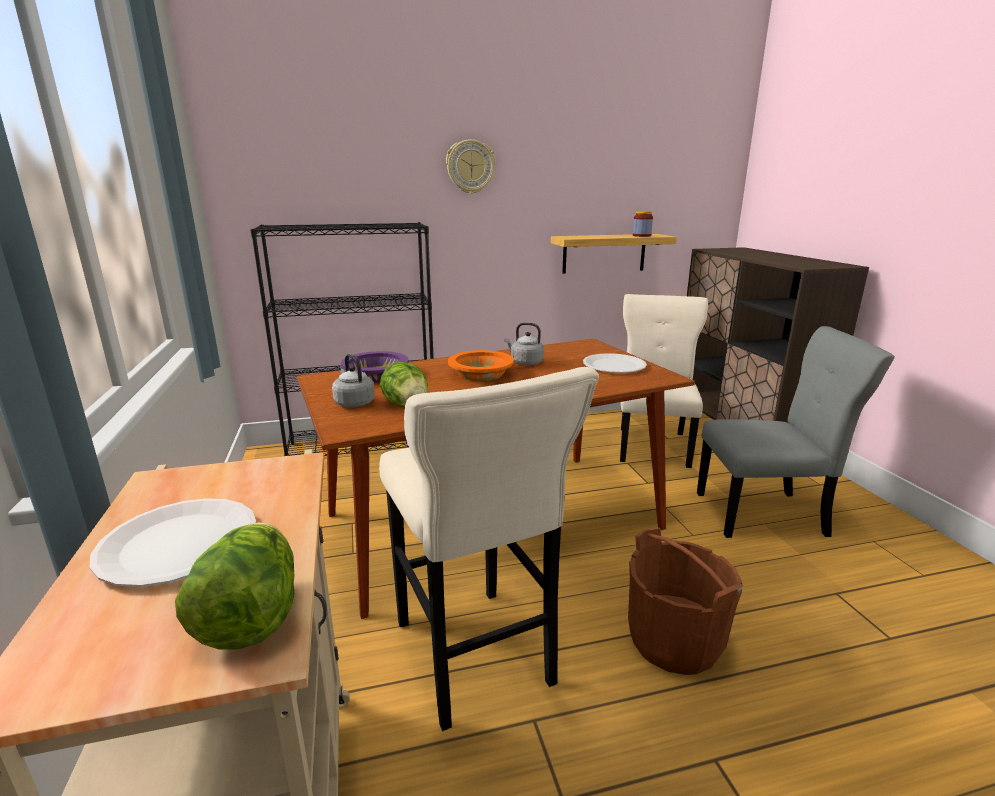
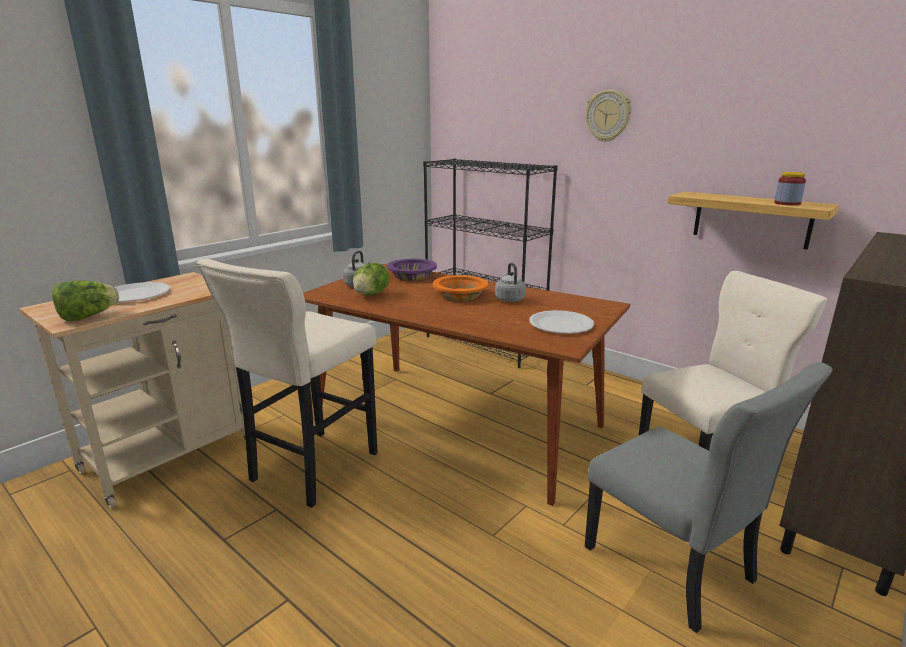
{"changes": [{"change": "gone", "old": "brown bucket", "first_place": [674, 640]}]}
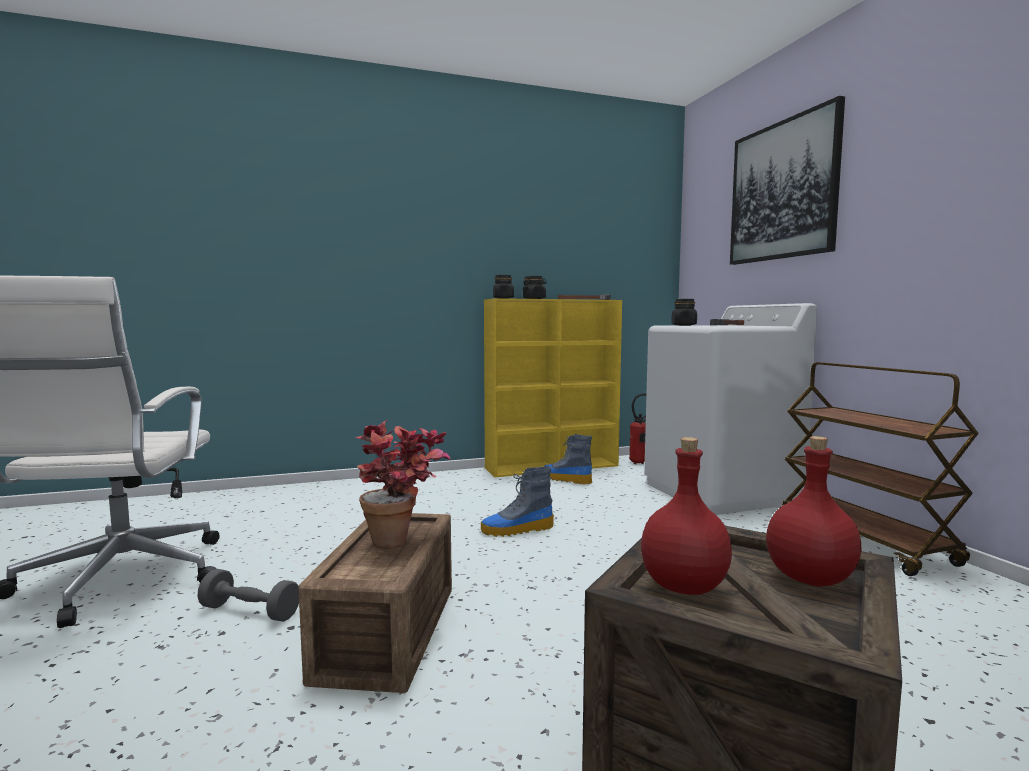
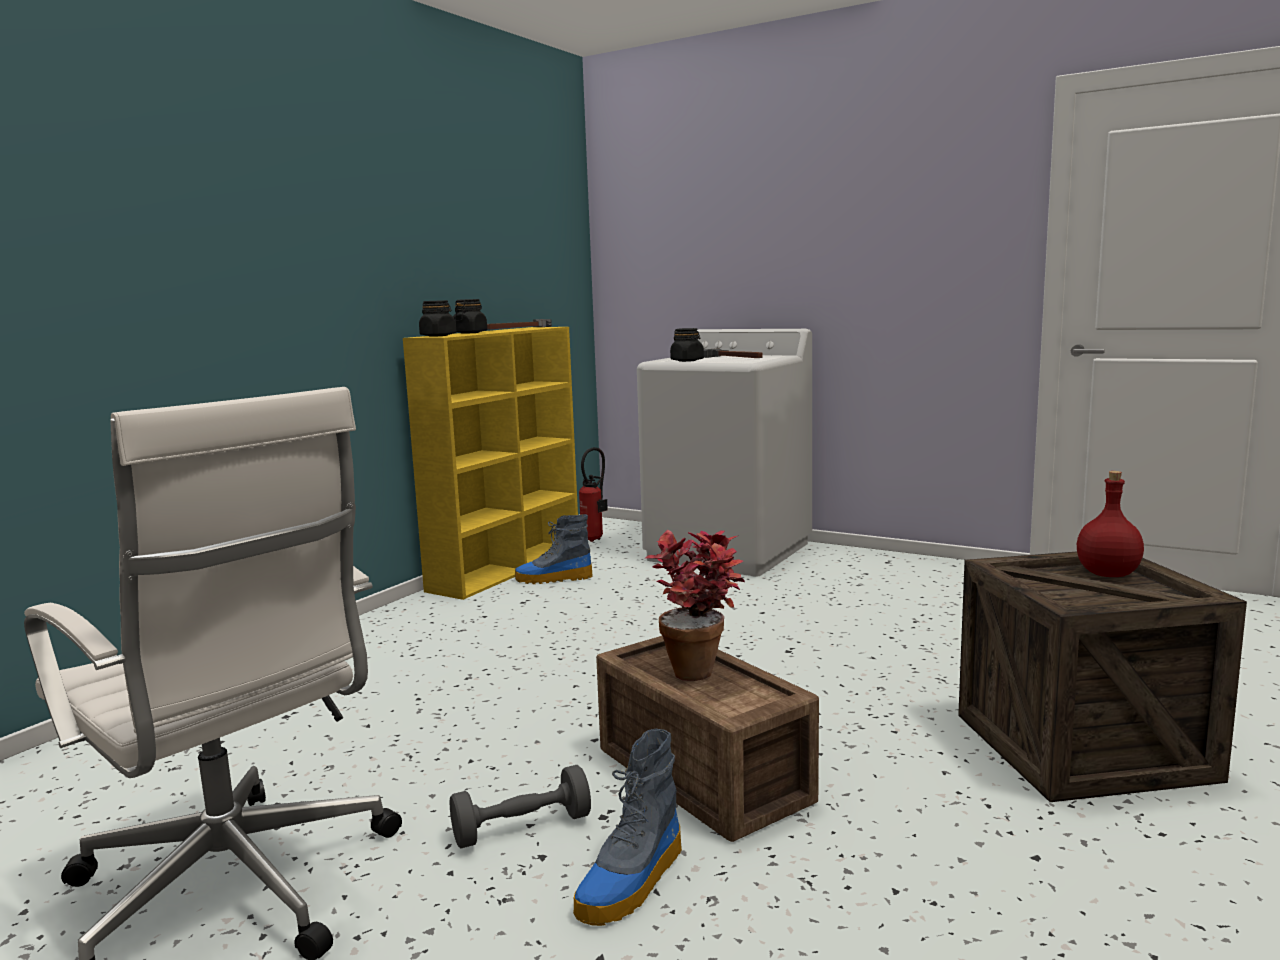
{"changes": [{"change": "gone", "old": "wall art", "first_place": [782, 191]}, {"change": "gone", "old": "brown trolley", "first_place": [864, 541]}, {"change": "gone", "old": "reddish drink bottle", "first_place": [683, 587]}, {"change": "shifted", "old": "tall boot", "first_place": [517, 530], "second_place": [632, 882]}]}
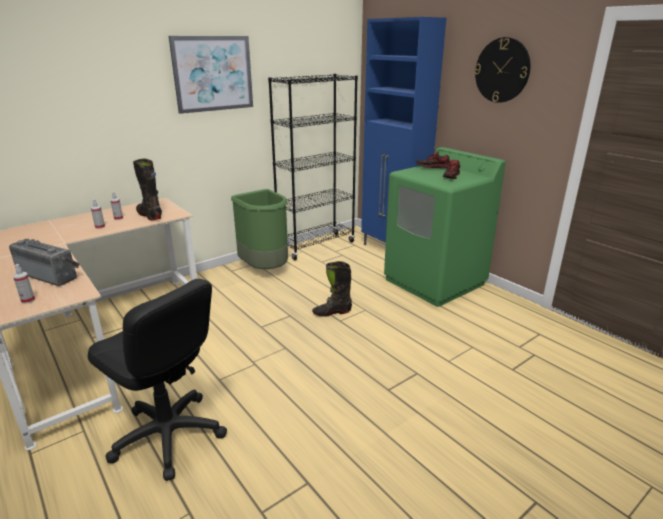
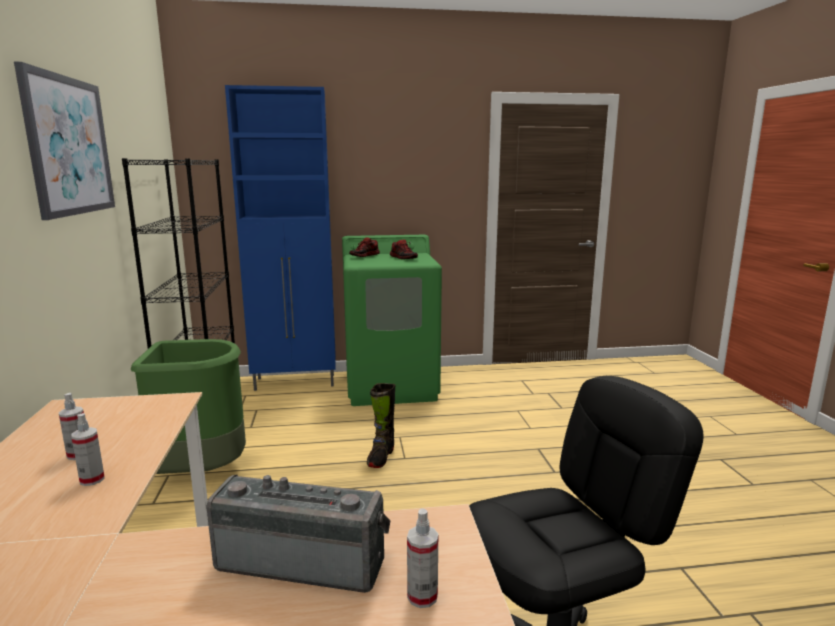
{"changes": [{"change": "gone", "old": "wall clock", "first_place": [502, 70]}, {"change": "gone", "old": "black-coloured tall boot", "first_place": [150, 215]}, {"change": "rotated", "old": "radio receiver", "first_place": [50, 274], "second_place": [304, 559], "degrees": 45}]}
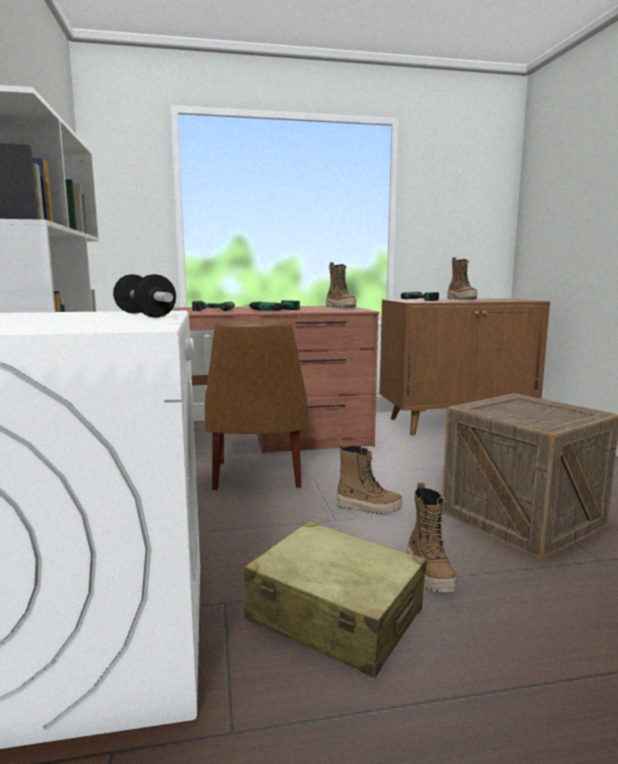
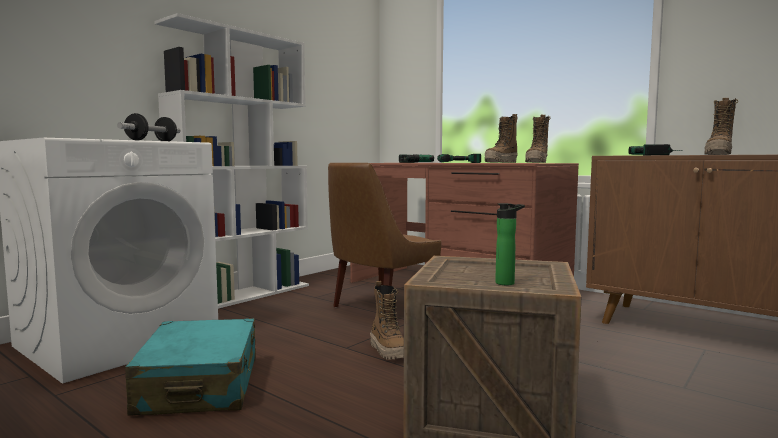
{"changes": [{"change": "shifted", "old": "tall boot", "first_place": [430, 574], "second_place": [501, 162]}, {"change": "repainted", "old": "beige-coloured travel case", "new": "turquoise travel case", "first_place": [335, 615], "second_place": [200, 386]}, {"change": "new", "new": "drink bottle", "second_place": [507, 283]}]}
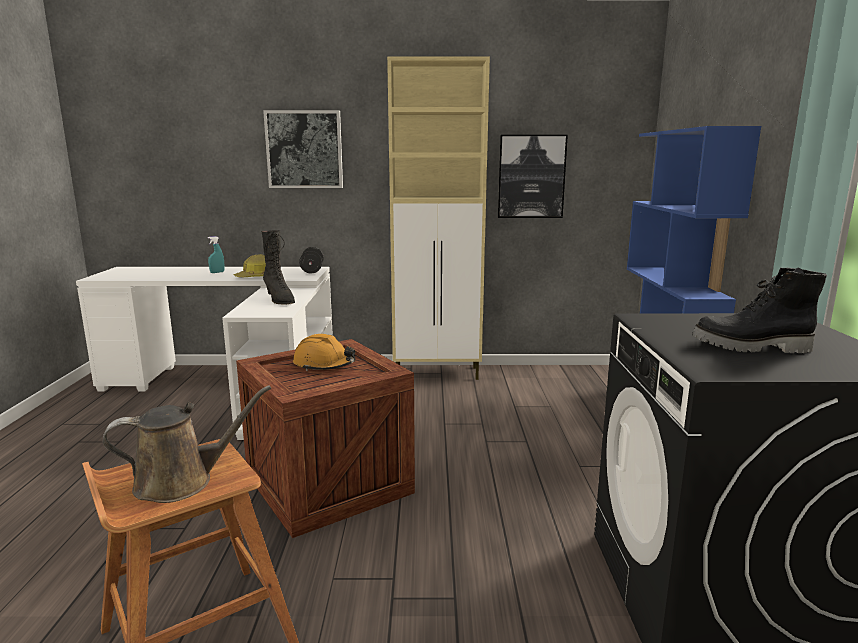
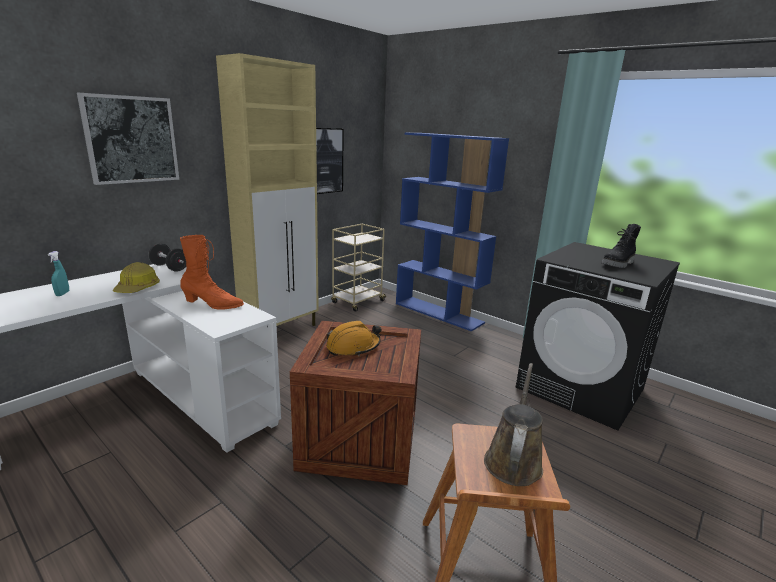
{"changes": [{"change": "repainted", "old": "black-coloured tall boot", "new": "orange tall boot", "first_place": [279, 300], "second_place": [213, 305]}, {"change": "new", "new": "beige-coloured trolley", "second_place": [357, 302]}]}
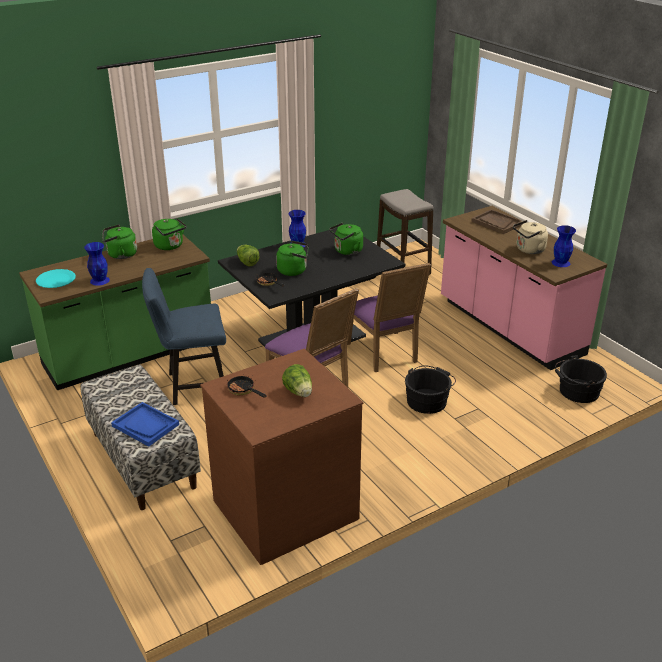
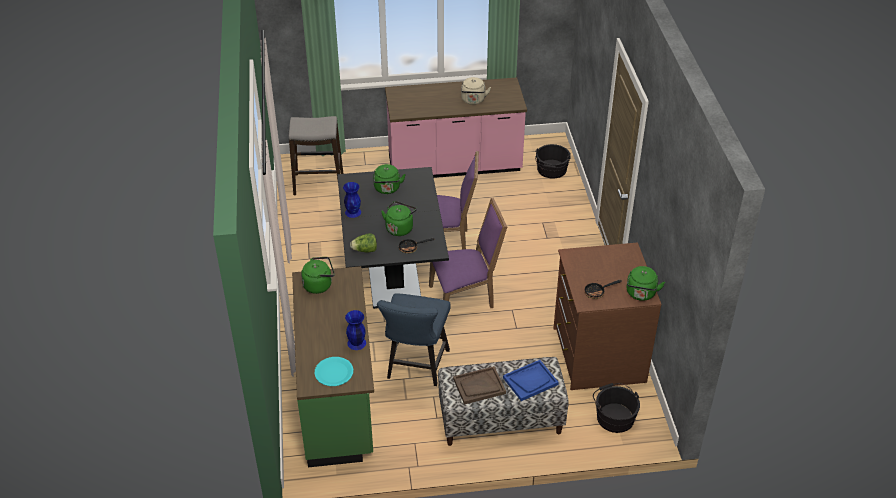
{"changes": [{"change": "shifted", "old": "brown carrying tray", "first_place": [496, 223], "second_place": [479, 386]}, {"change": "shifted", "old": "green-coloured tea kettle", "first_place": [120, 255], "second_place": [641, 294]}, {"change": "gone", "old": "bluish decorative vase", "first_place": [561, 263]}, {"change": "gone", "old": "lettuce", "first_place": [299, 392]}, {"change": "shifted", "old": "black-coloured bucket", "first_place": [428, 400], "second_place": [614, 416]}]}
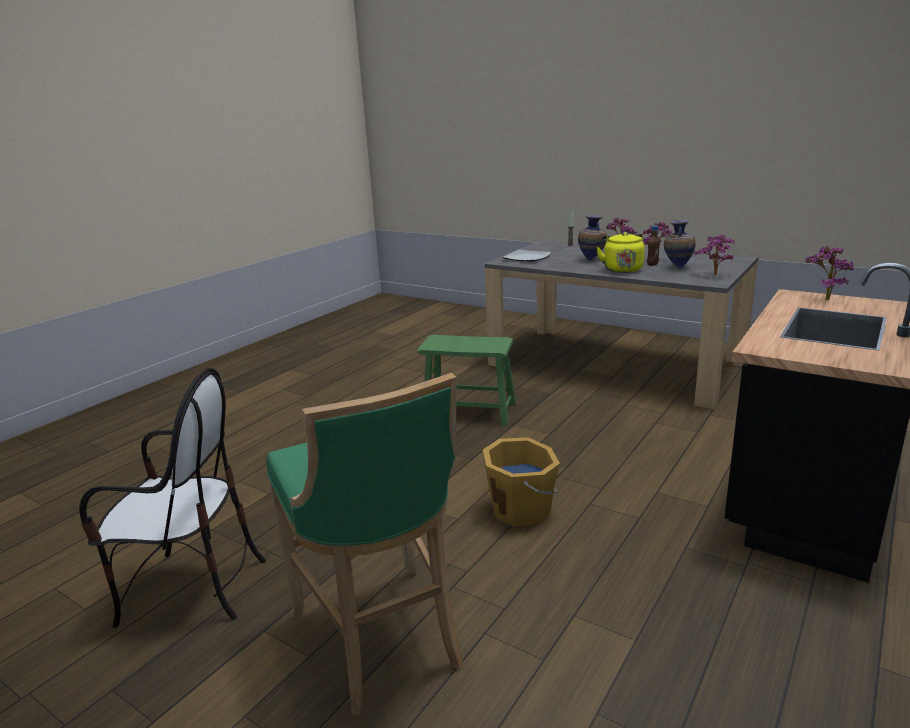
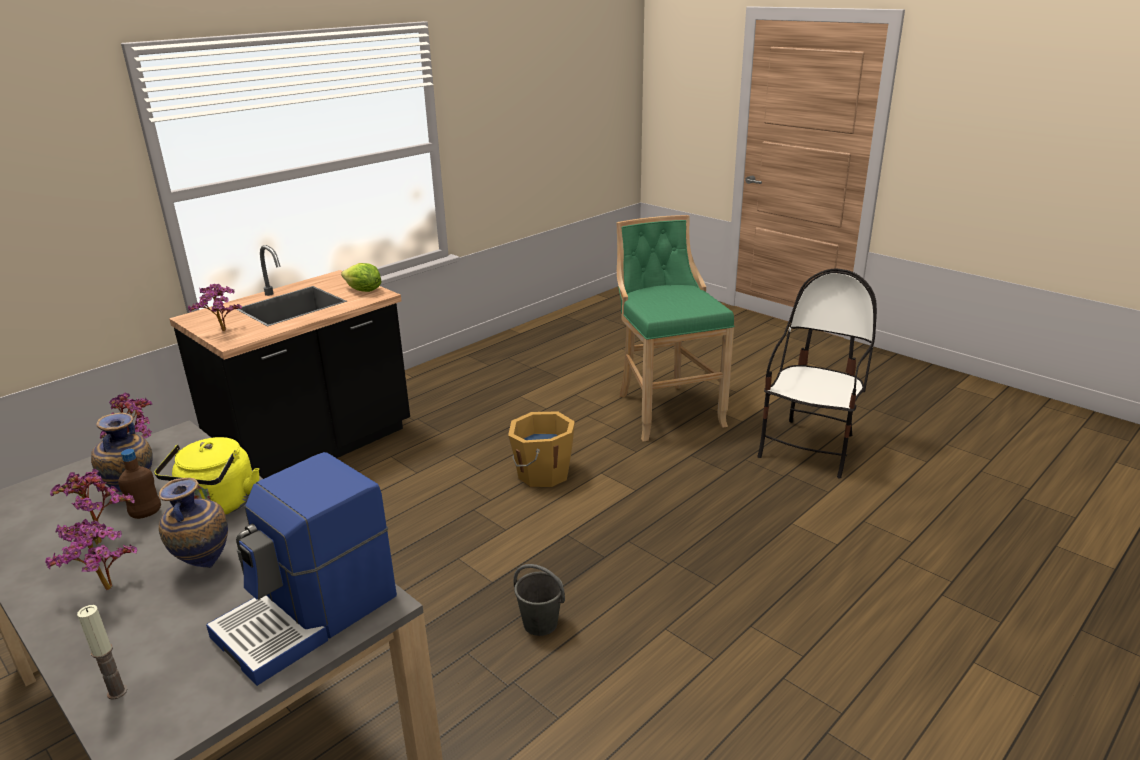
{"changes": [{"change": "swapped", "old": "dinner plate", "new": "coffee machine", "first_place": [526, 258], "second_place": [309, 616]}, {"change": "swapped", "old": "green-coloured stool seat", "new": "grey bucket", "first_place": [469, 411], "second_place": [539, 623]}, {"change": "rotated", "old": "plain chair", "first_place": [192, 589], "second_place": [809, 448], "degrees": 105}, {"change": "new", "new": "lettuce", "second_place": [363, 291]}]}
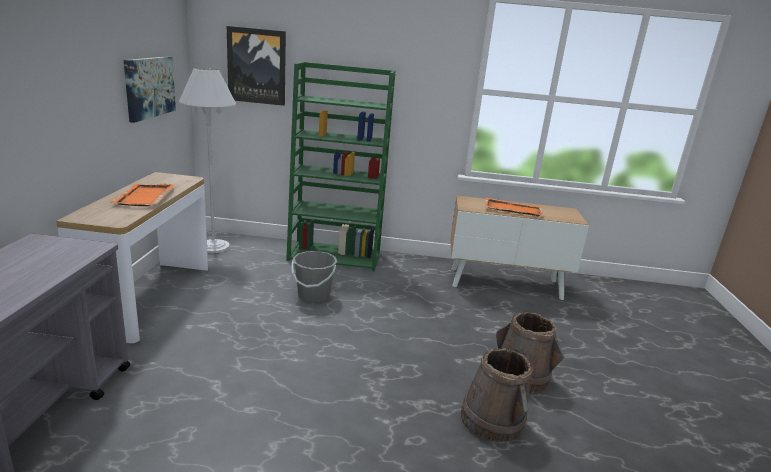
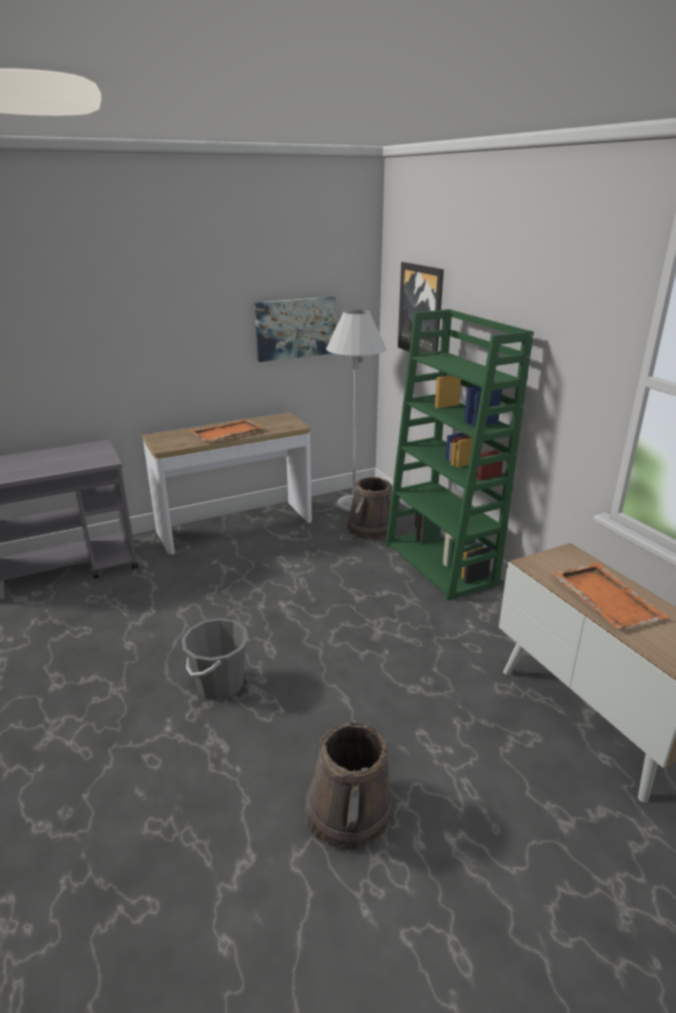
{"changes": [{"change": "shifted", "old": "grey bucket", "first_place": [313, 295], "second_place": [219, 684]}, {"change": "shifted", "old": "brown bucket", "first_place": [492, 420], "second_place": [370, 529]}]}
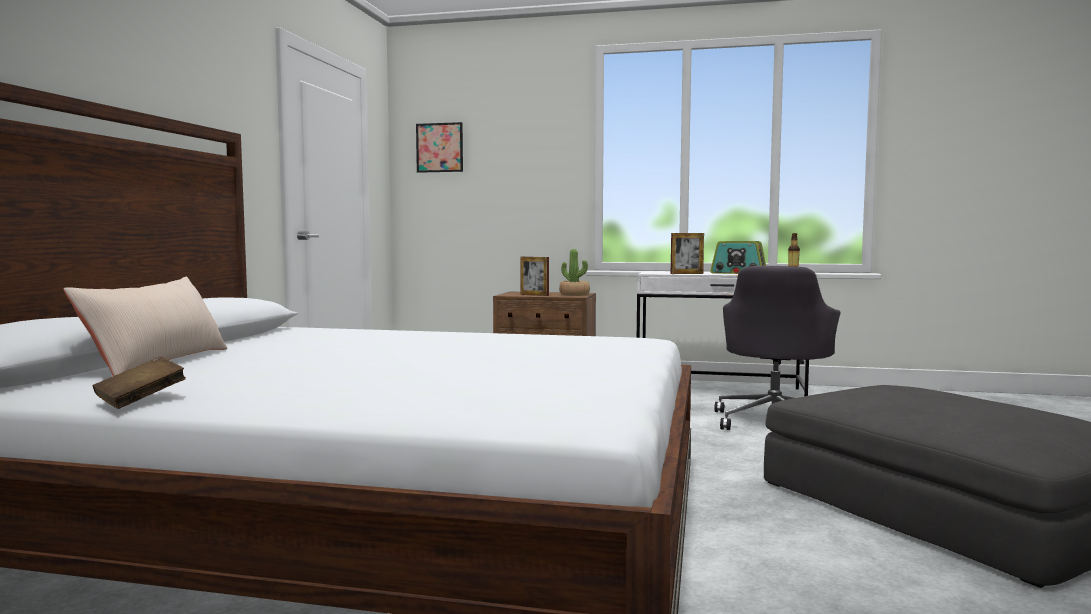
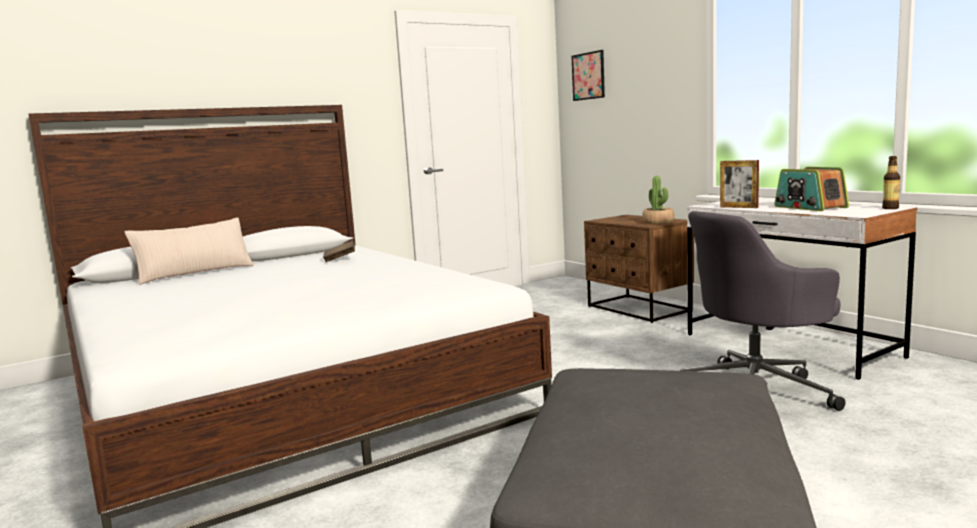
{"changes": [{"change": "gone", "old": "standing frame", "first_place": [534, 295]}, {"change": "shifted", "old": "brown volume", "first_place": [141, 400], "second_place": [340, 259]}]}
